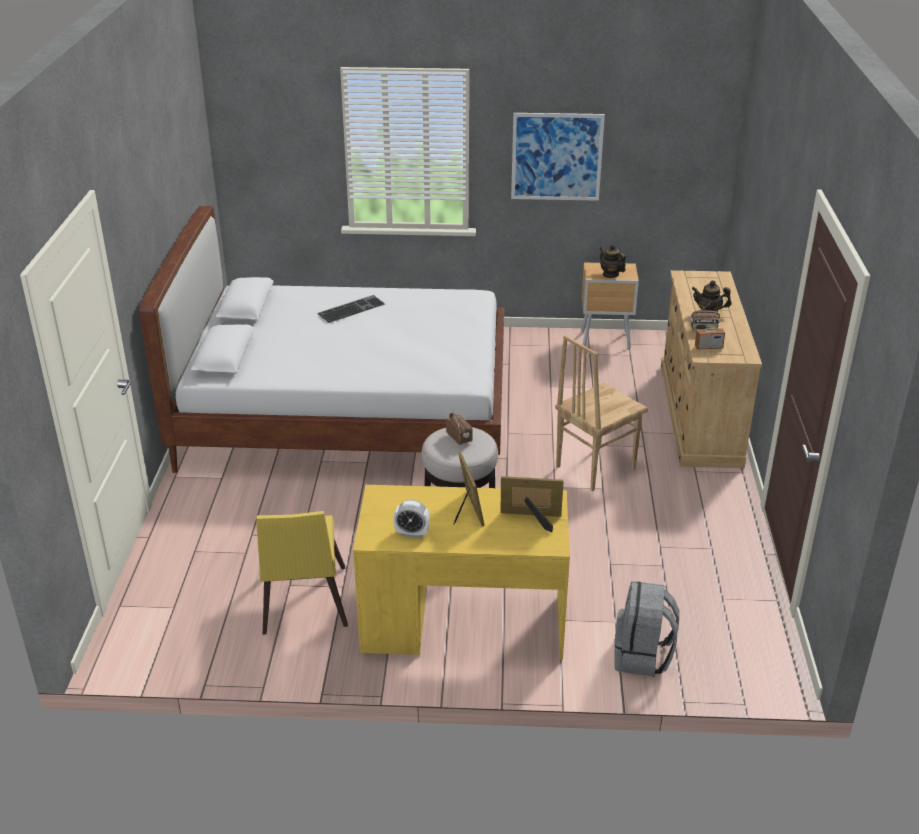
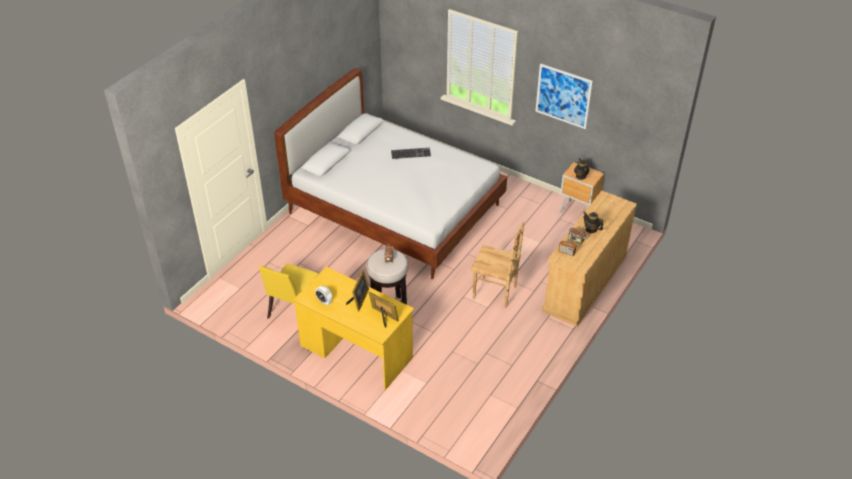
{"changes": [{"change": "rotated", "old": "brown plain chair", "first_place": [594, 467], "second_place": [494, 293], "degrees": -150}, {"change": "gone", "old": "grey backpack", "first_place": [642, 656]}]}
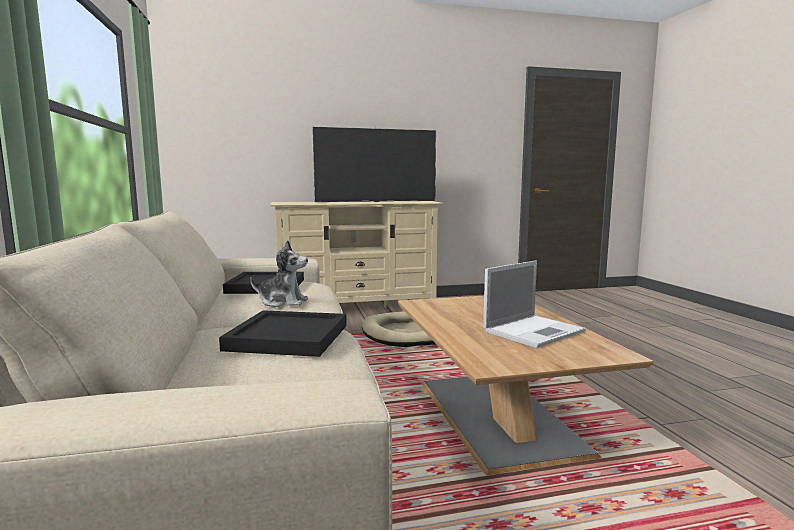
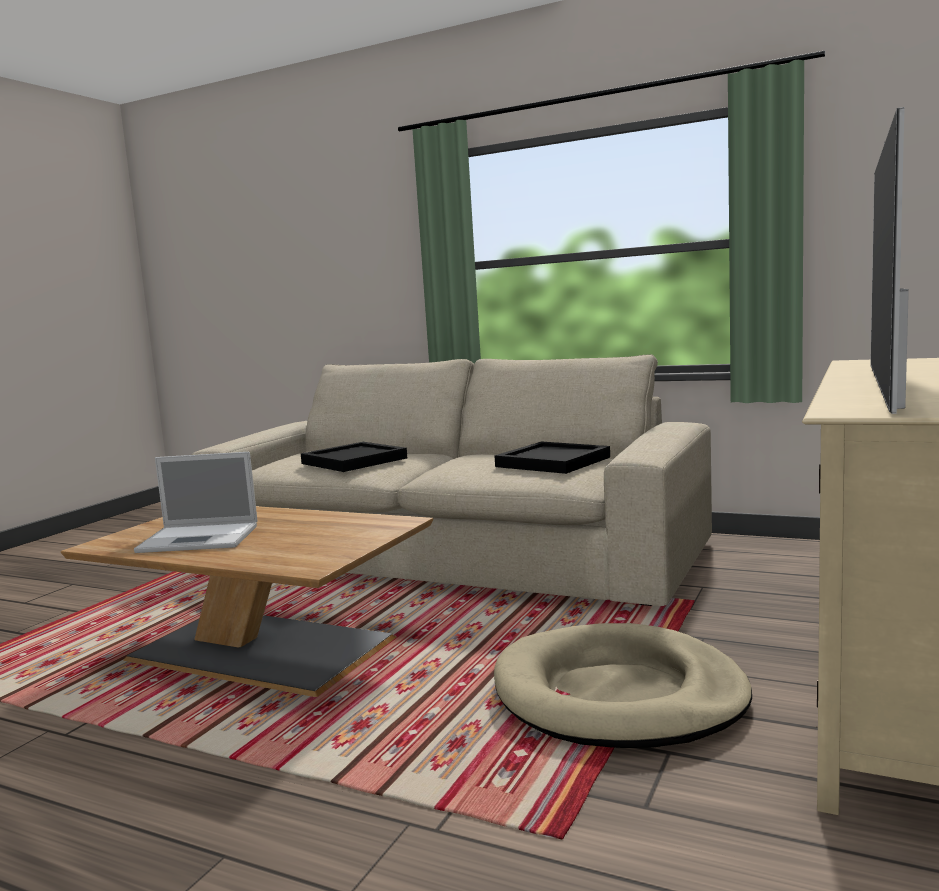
{"changes": [{"change": "gone", "old": "soft toy", "first_place": [282, 302]}, {"change": "rotated", "old": "laptop", "first_place": [534, 331], "second_place": [201, 538], "degrees": -90}]}
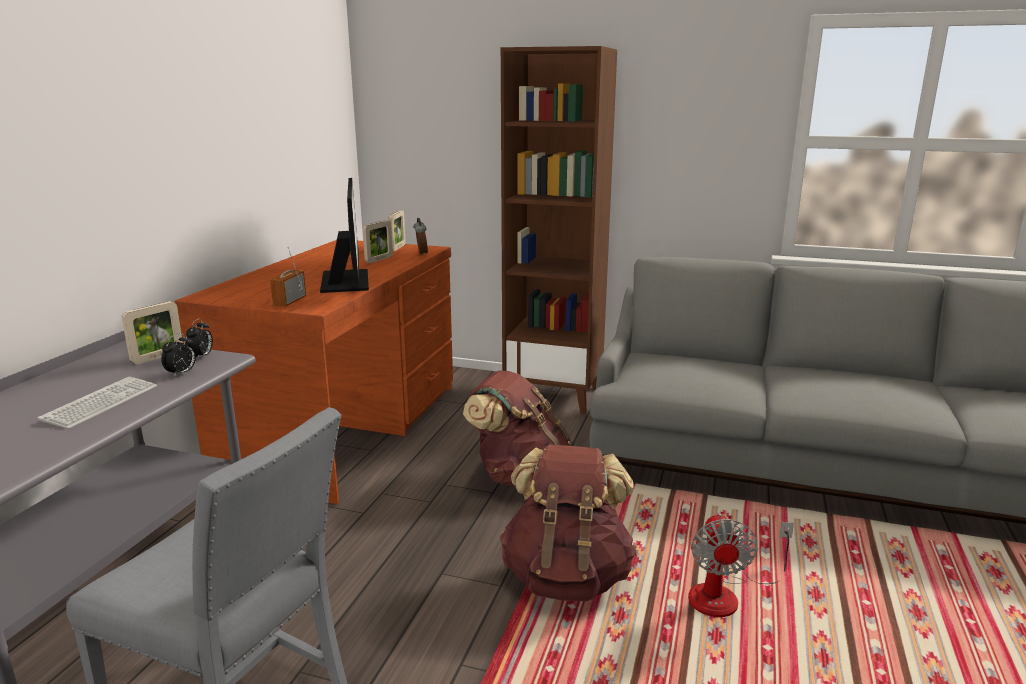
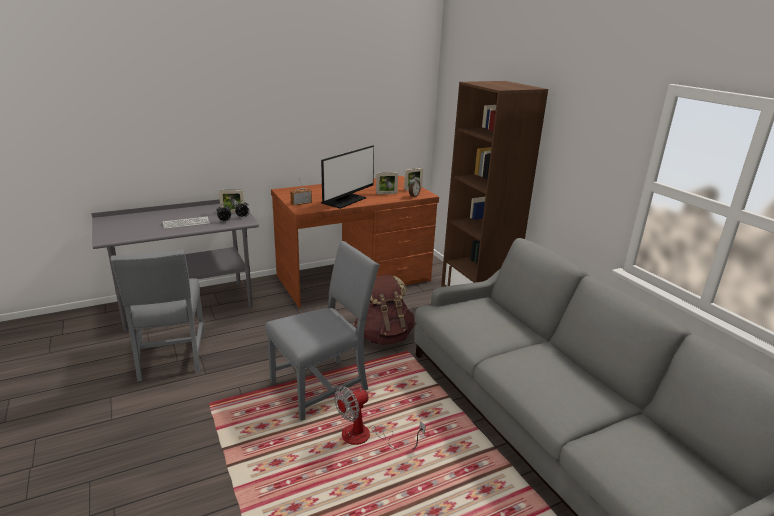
{"changes": [{"change": "swapped", "old": "brown backpack", "new": "grey plain chair", "first_place": [567, 576], "second_place": [323, 386]}]}
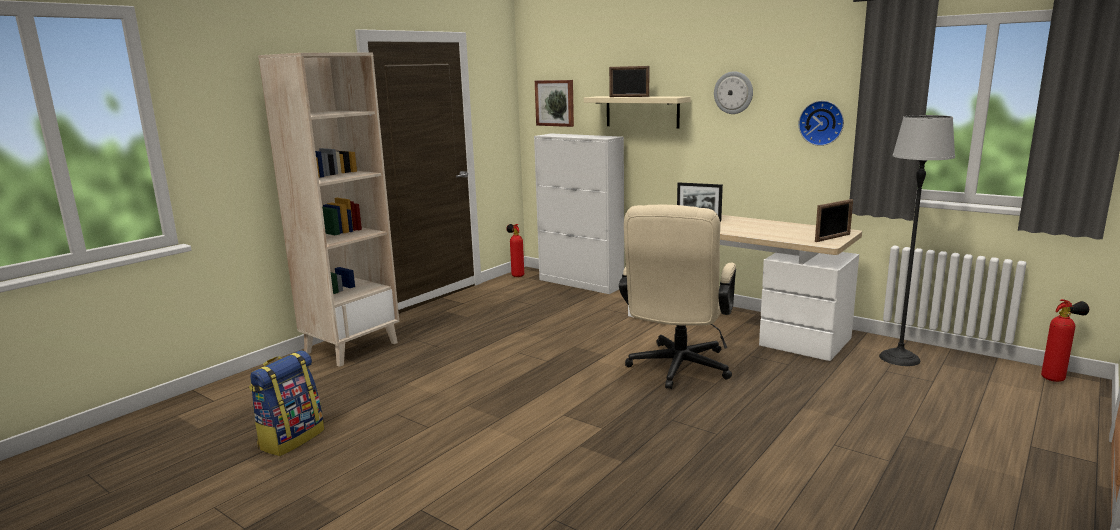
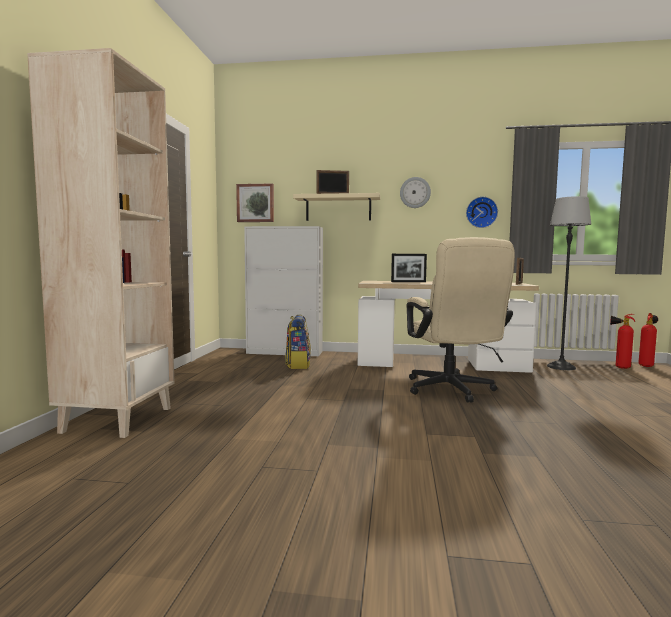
{"changes": [{"change": "shifted", "old": "extinguisher", "first_place": [516, 275], "second_place": [619, 367]}, {"change": "shifted", "old": "backpack", "first_place": [291, 439], "second_place": [298, 365]}]}
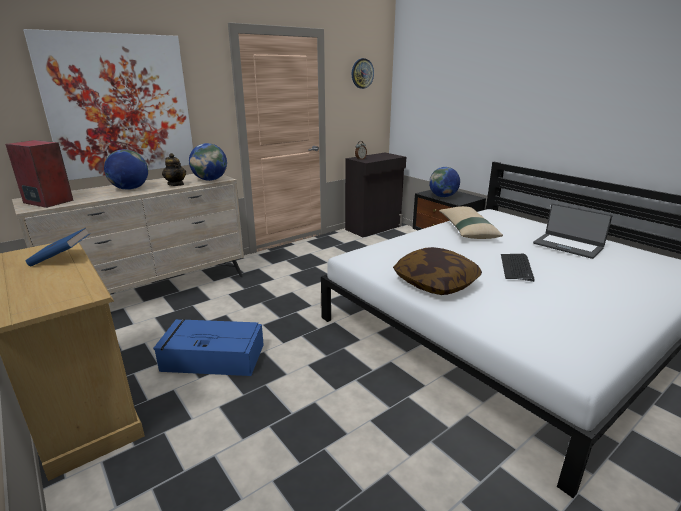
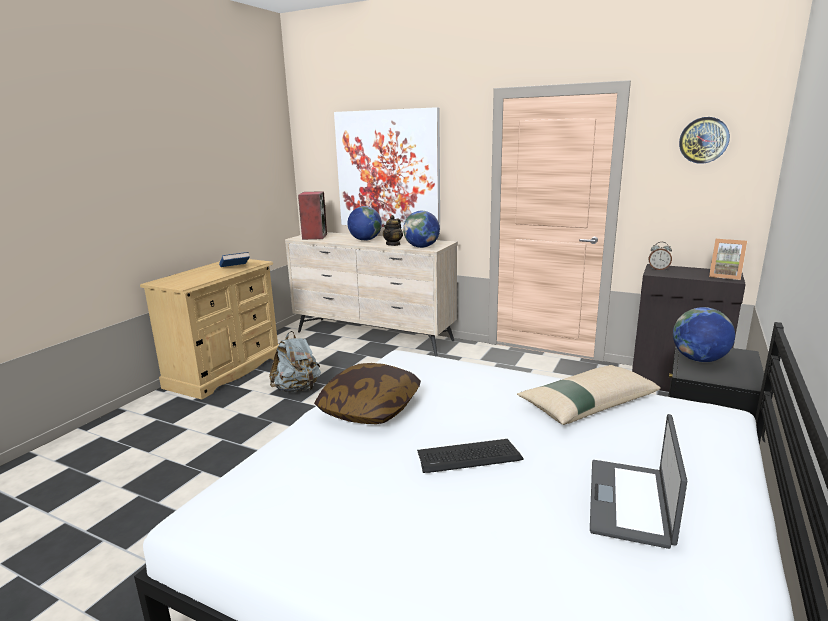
{"changes": [{"change": "swapped", "old": "bluish storage box", "new": "grey backpack", "first_place": [212, 357], "second_place": [297, 389]}, {"change": "new", "new": "standing frame", "second_place": [724, 276]}]}
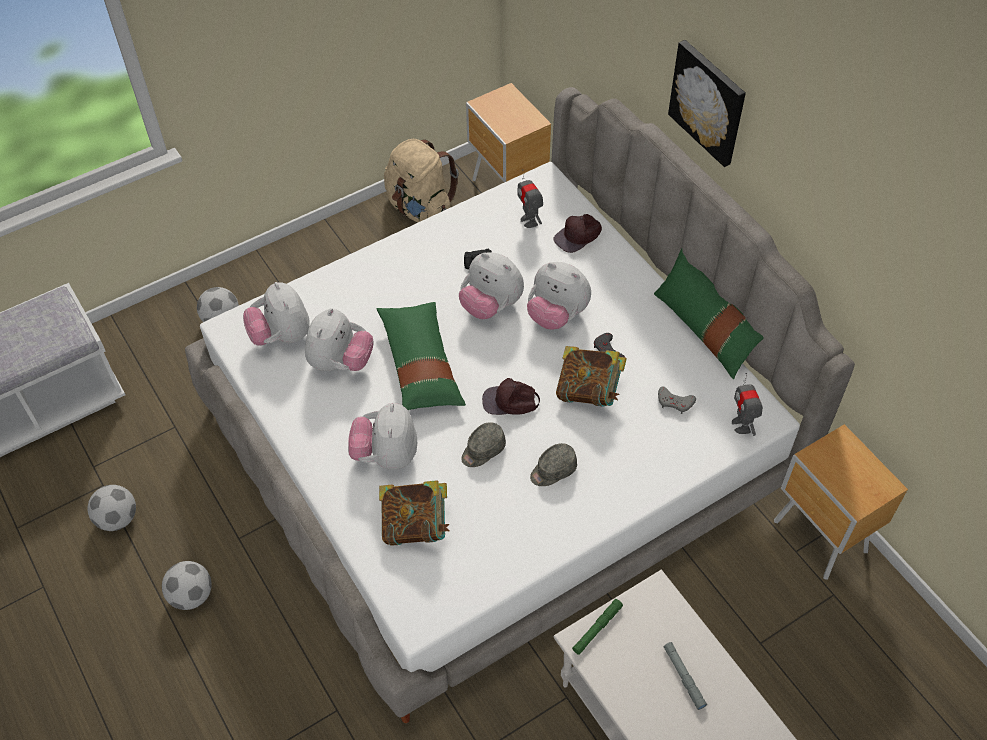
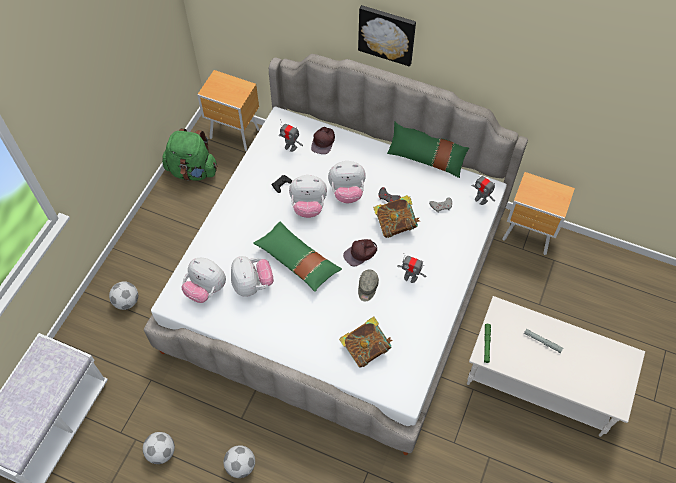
{"changes": [{"change": "repainted", "old": "beige-coloured backpack", "new": "green-coloured backpack", "first_place": [420, 208], "second_place": [192, 171]}, {"change": "gone", "old": "soft toy", "first_place": [386, 455]}, {"change": "swapped", "old": "grey peaked cap", "new": "toy robot", "first_place": [553, 470], "second_place": [410, 277]}]}
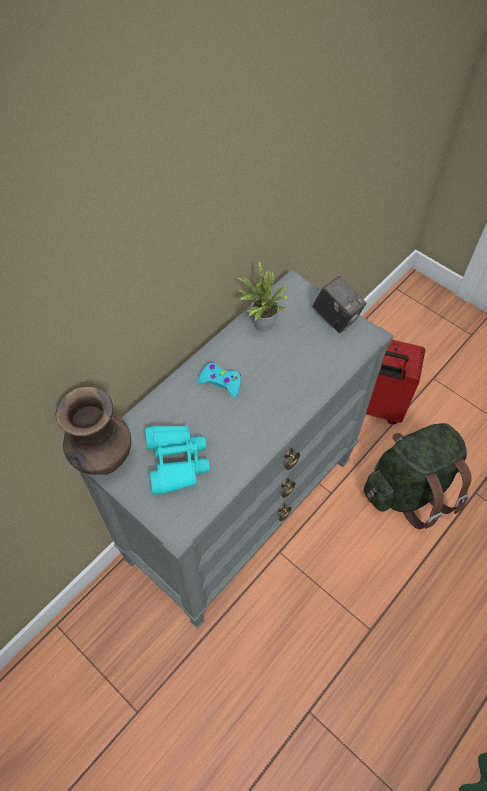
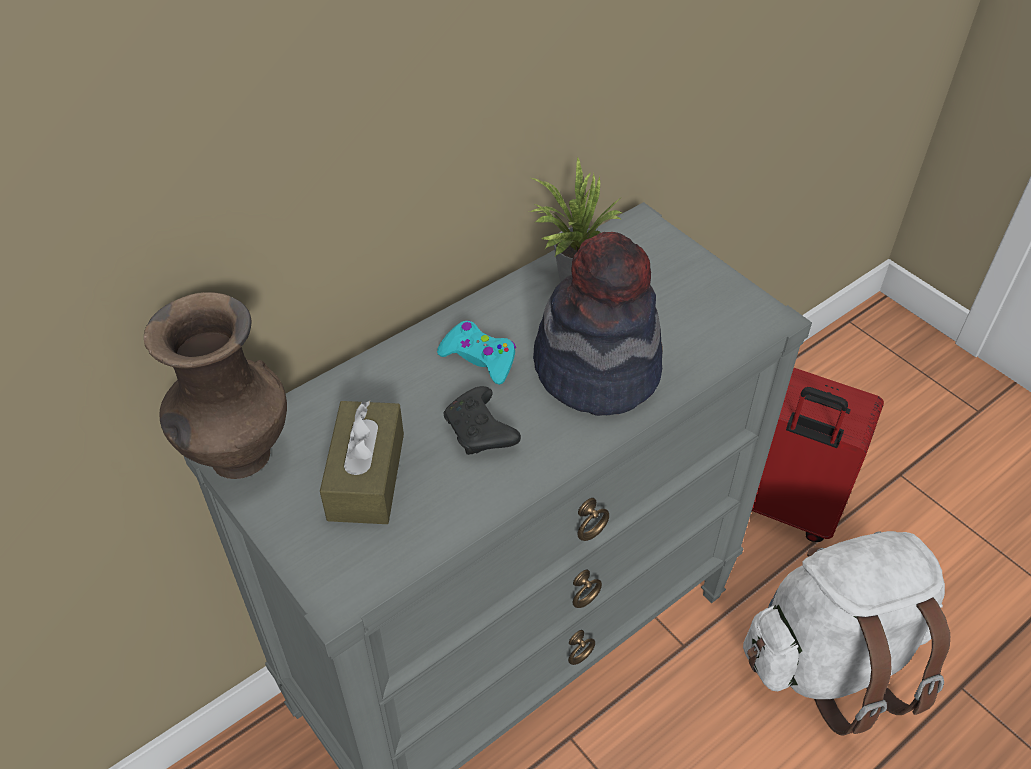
{"changes": [{"change": "gone", "old": "still camera", "first_place": [336, 318]}, {"change": "repainted", "old": "green-coloured backpack", "new": "white-coloured backpack", "first_place": [409, 489], "second_place": [832, 662]}, {"change": "swapped", "old": "turquoise pair of binoculars", "new": "brown tissue holder", "first_place": [176, 462], "second_place": [366, 476]}, {"change": "new", "new": "clothing hat", "second_place": [596, 369]}, {"change": "new", "new": "black-coloured game controller", "second_place": [481, 432]}]}
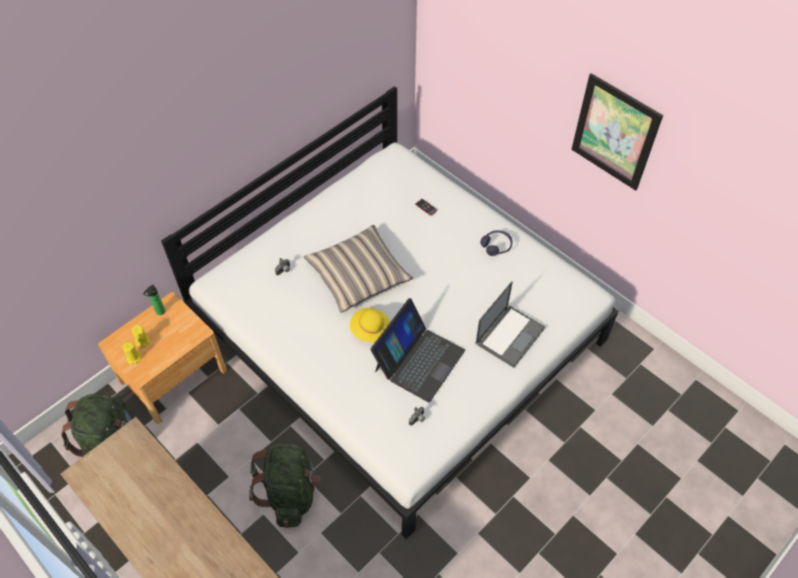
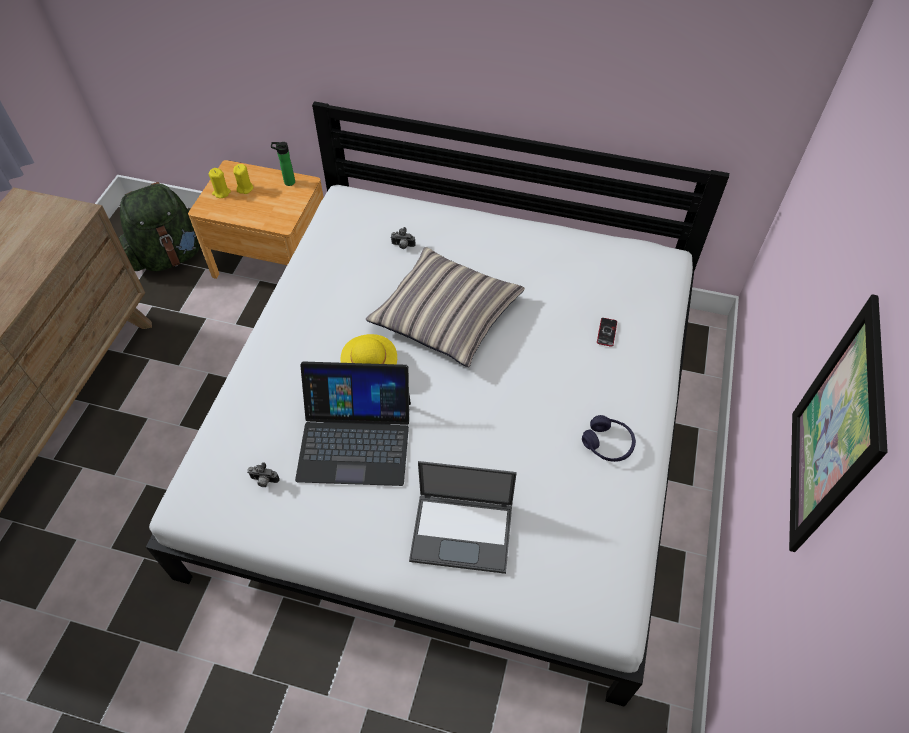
{"changes": [{"change": "gone", "old": "green-coloured backpack", "first_place": [290, 493]}]}
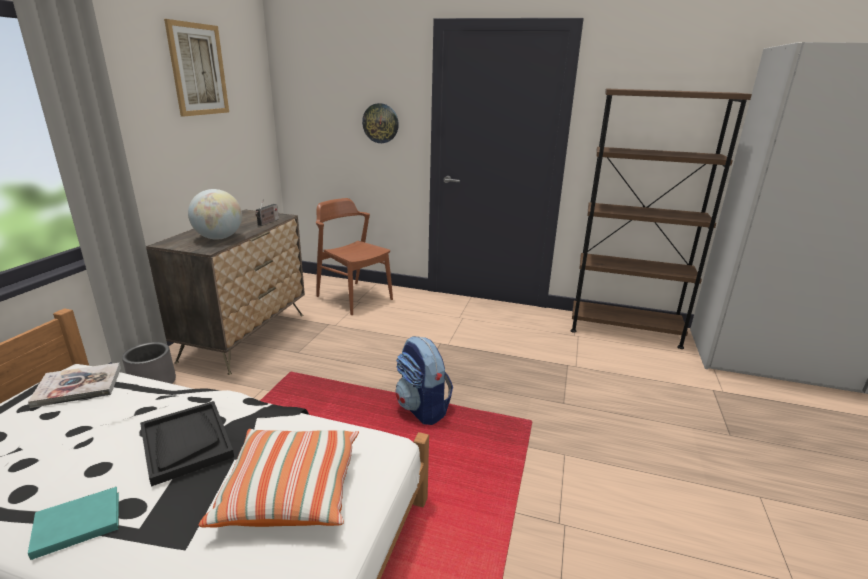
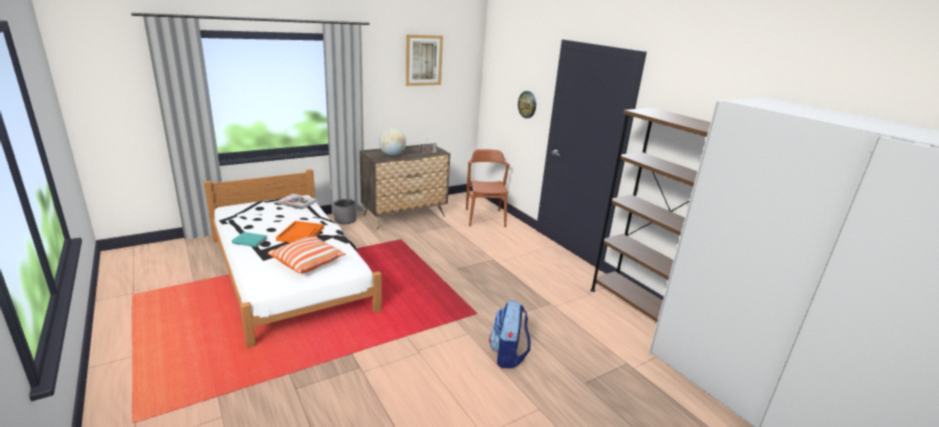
{"changes": [{"change": "shifted", "old": "backpack", "first_place": [422, 408], "second_place": [508, 355]}, {"change": "repainted", "old": "black-coloured carrying tray", "new": "orange carrying tray", "first_place": [186, 442], "second_place": [300, 234]}]}
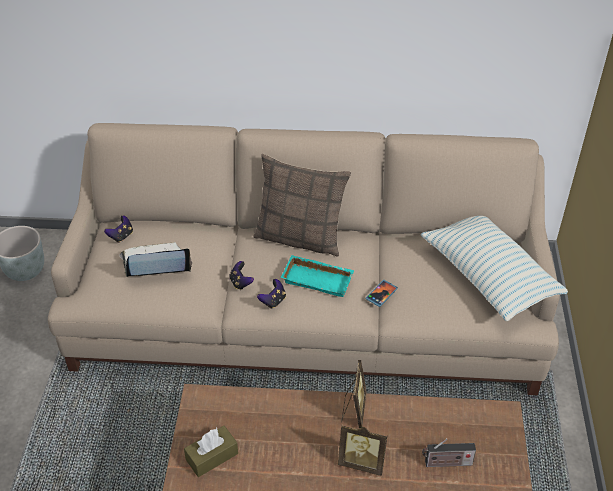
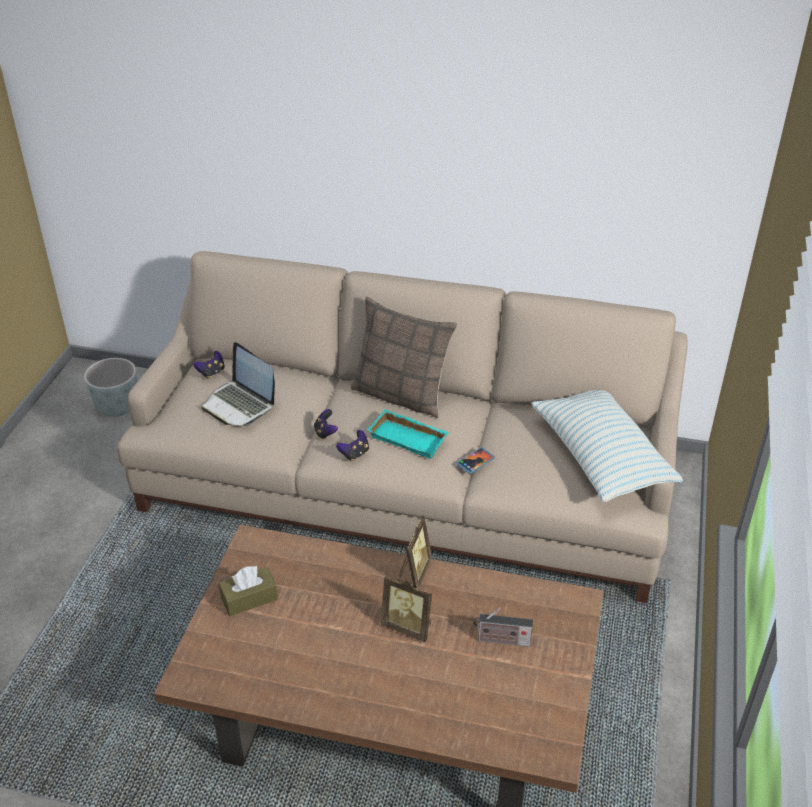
{"changes": [{"change": "rotated", "old": "laptop", "first_place": [156, 265], "second_place": [240, 405], "degrees": -135}]}
